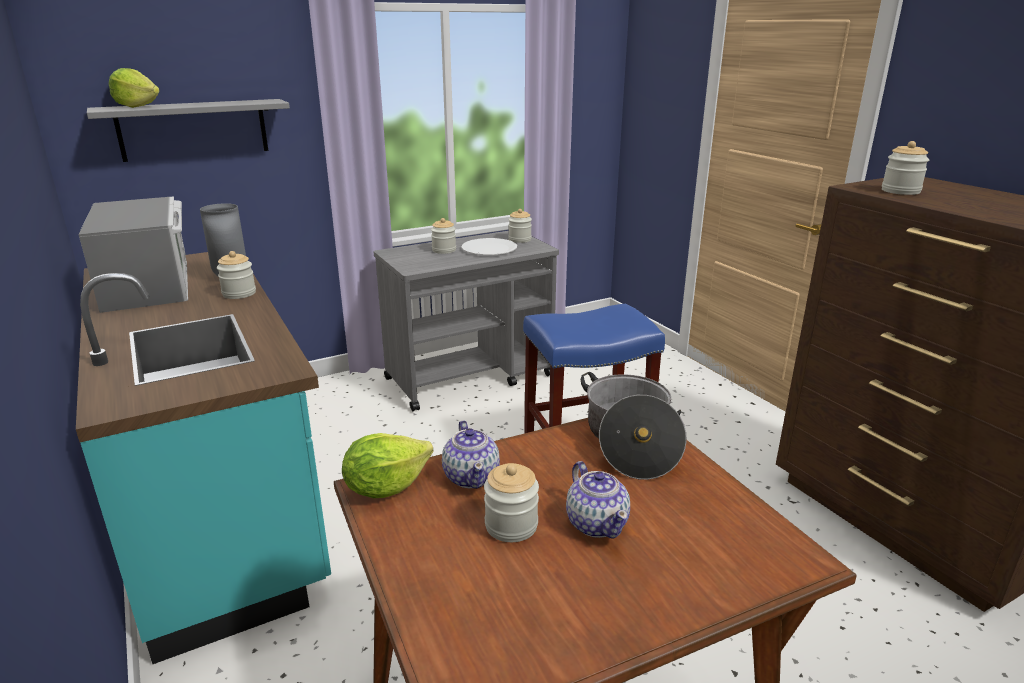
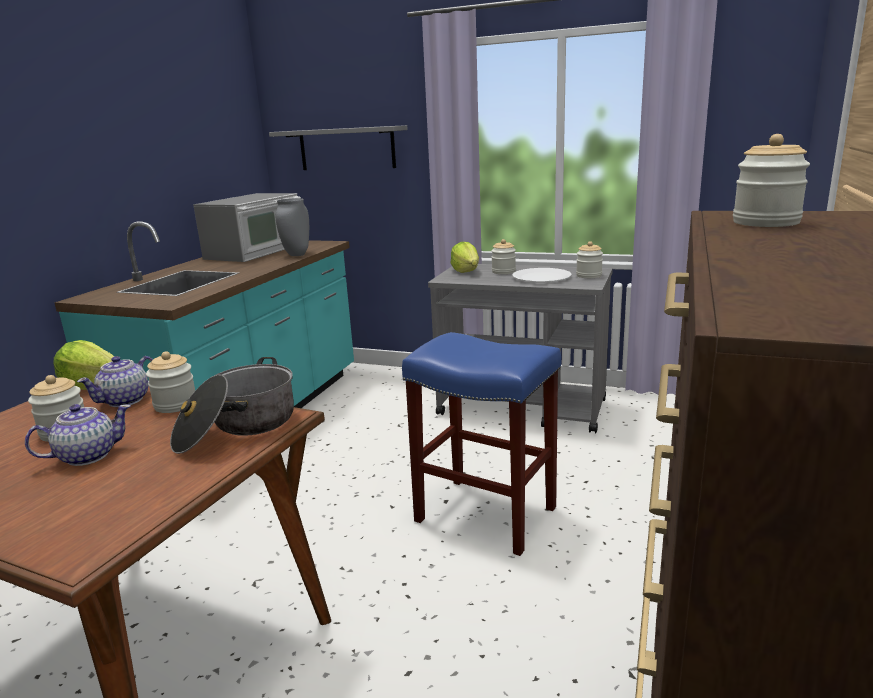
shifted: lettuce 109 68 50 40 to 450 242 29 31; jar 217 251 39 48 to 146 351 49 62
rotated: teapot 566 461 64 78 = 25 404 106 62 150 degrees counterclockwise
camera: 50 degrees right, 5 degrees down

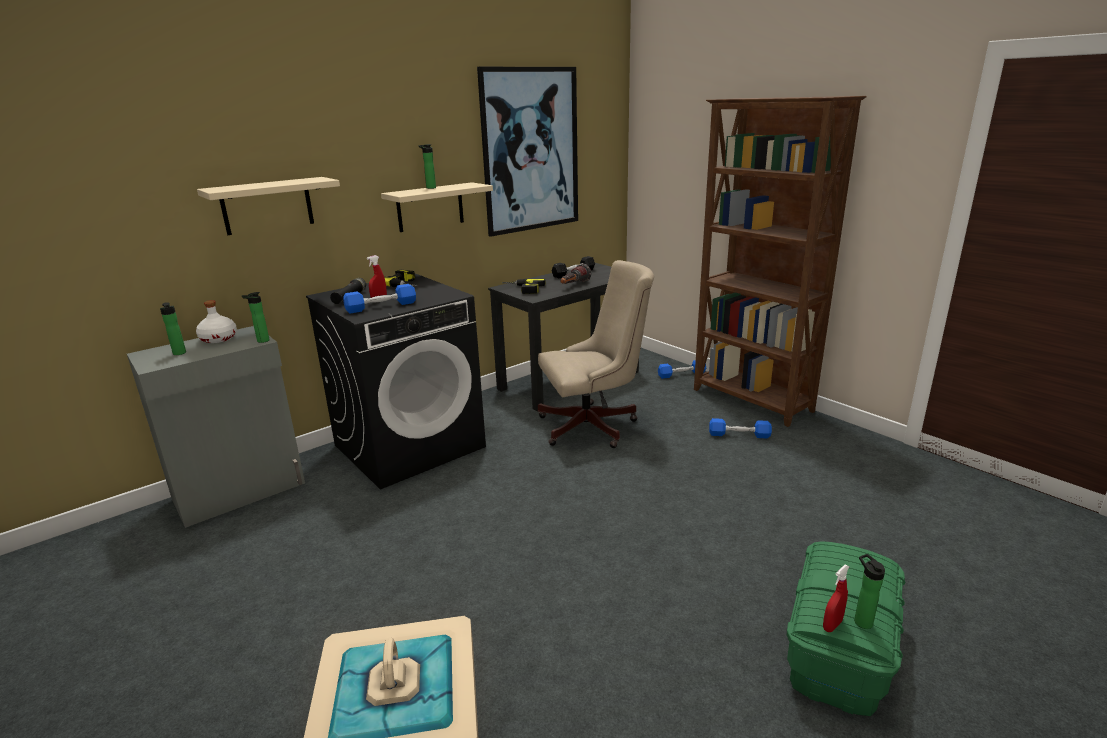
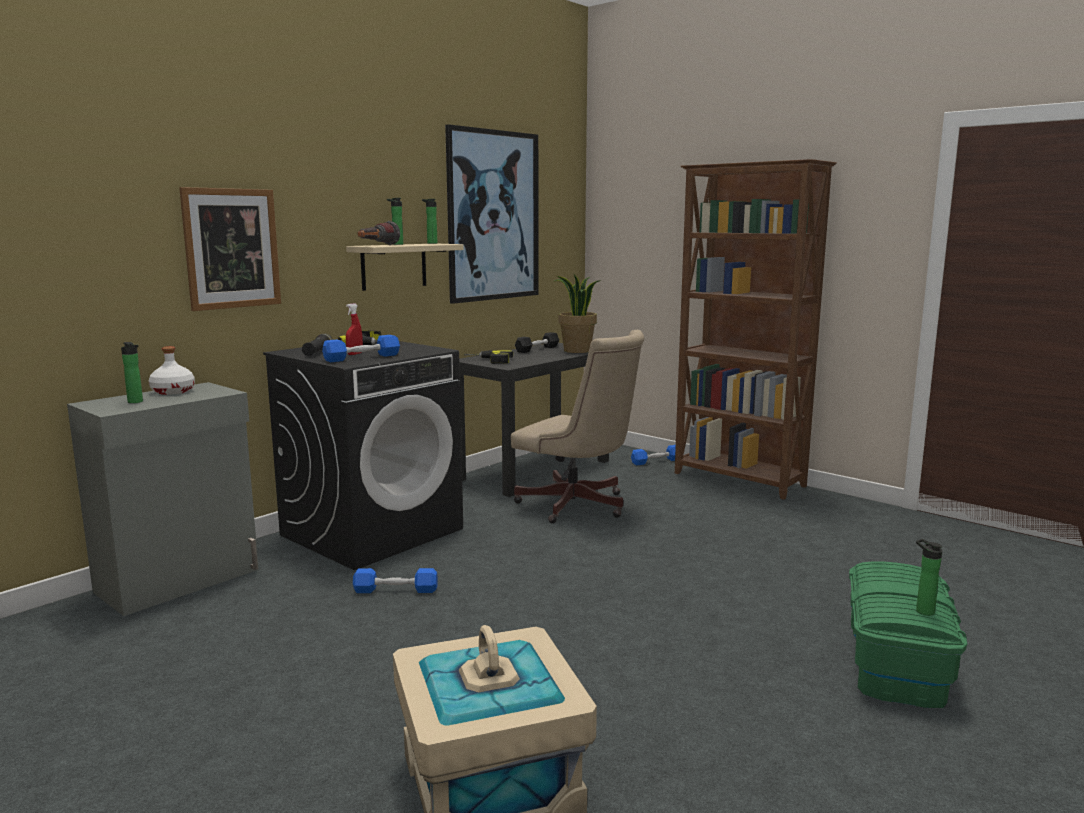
gone: spray bottle in red 823 564 27 68
new: potted plant 555 273 46 80
shifted: bottle 242 292 28 51 to 422 199 15 45; flashlight 560 264 32 20 to 358 221 42 24; dumbbell in blue 709 418 63 21 to 353 568 85 25
swapped: shelf in beige 197 177 143 58 to picture 179 187 102 124
rotated: office chair in beige 538 260 116 188 = 511 330 133 193 60 degrees clockwise
camera: 10 degrees left, 10 degrees down

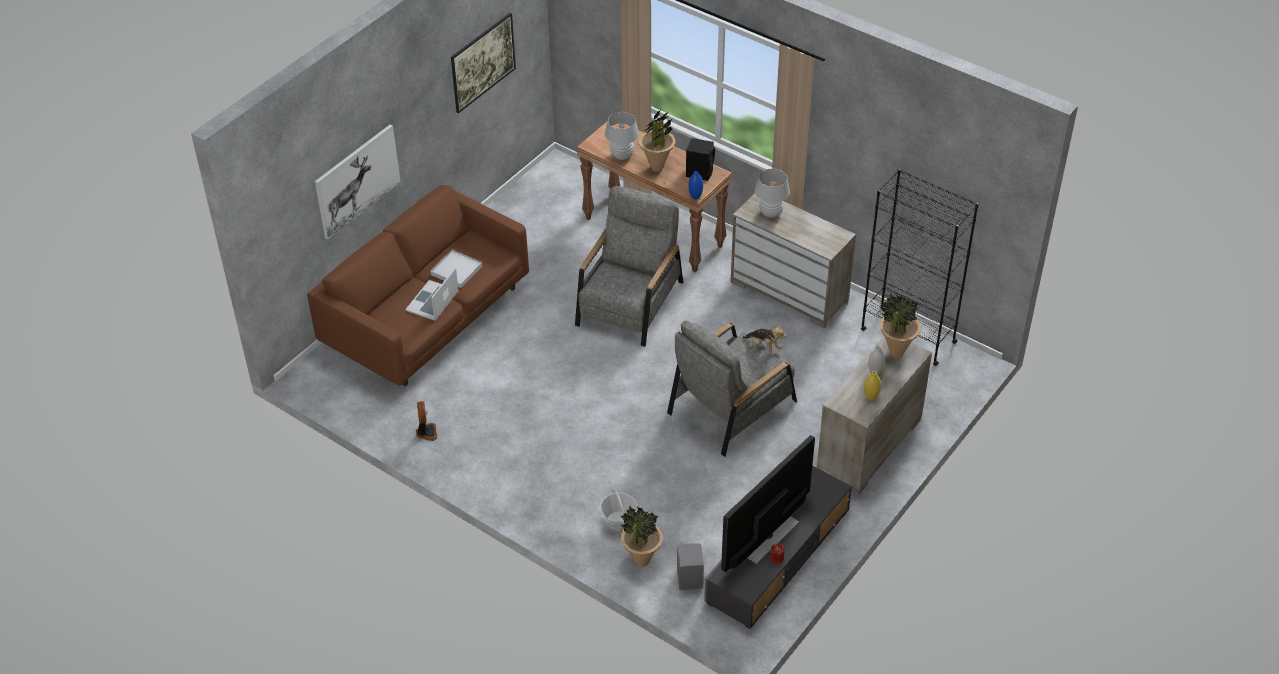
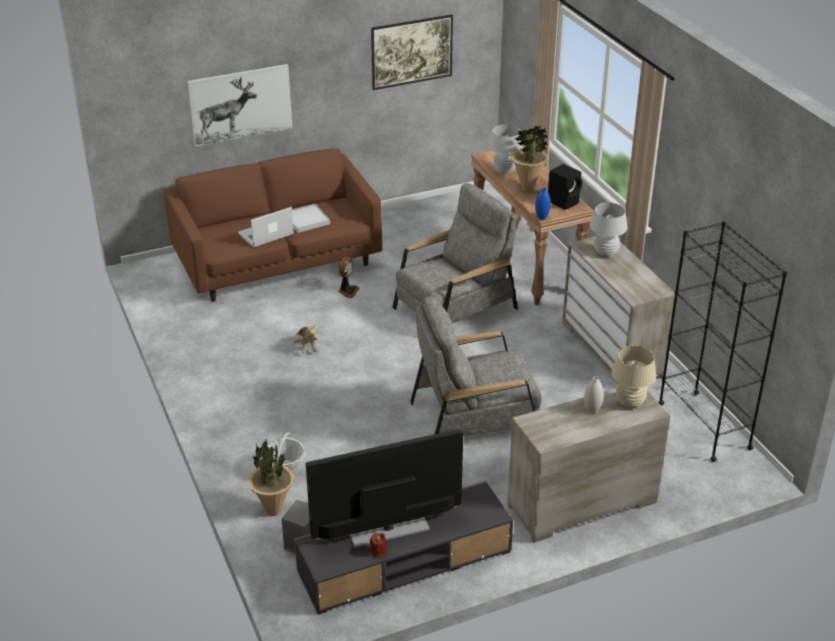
gone: vase in yellow 864 371 17 30
shifted: fan 416 401 21 40 to 338 257 22 41; plush toy 742 323 45 32 to 294 325 24 28
swapped: potted plant 880 294 41 64 to table lamp in beige 611 345 45 63
camera: 30 degrees right, 10 degrees down

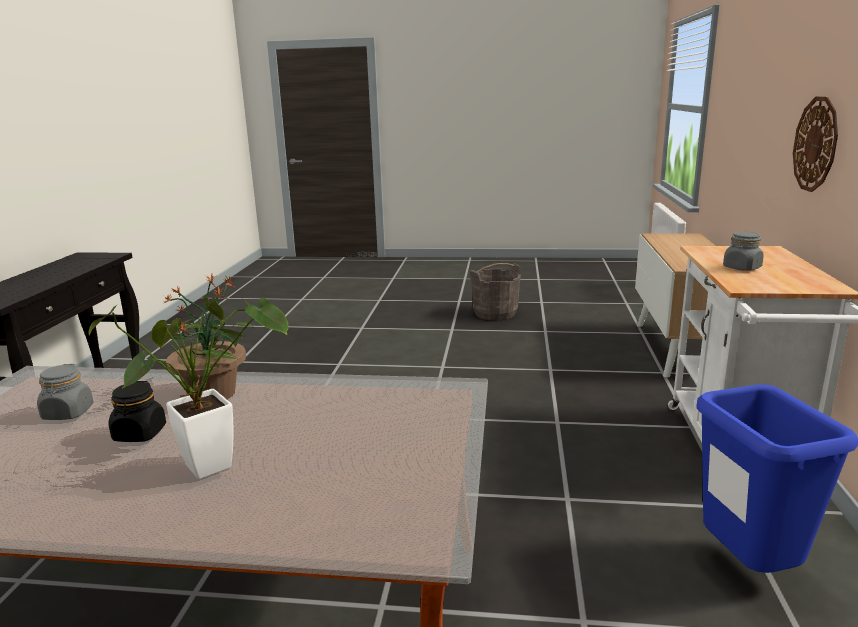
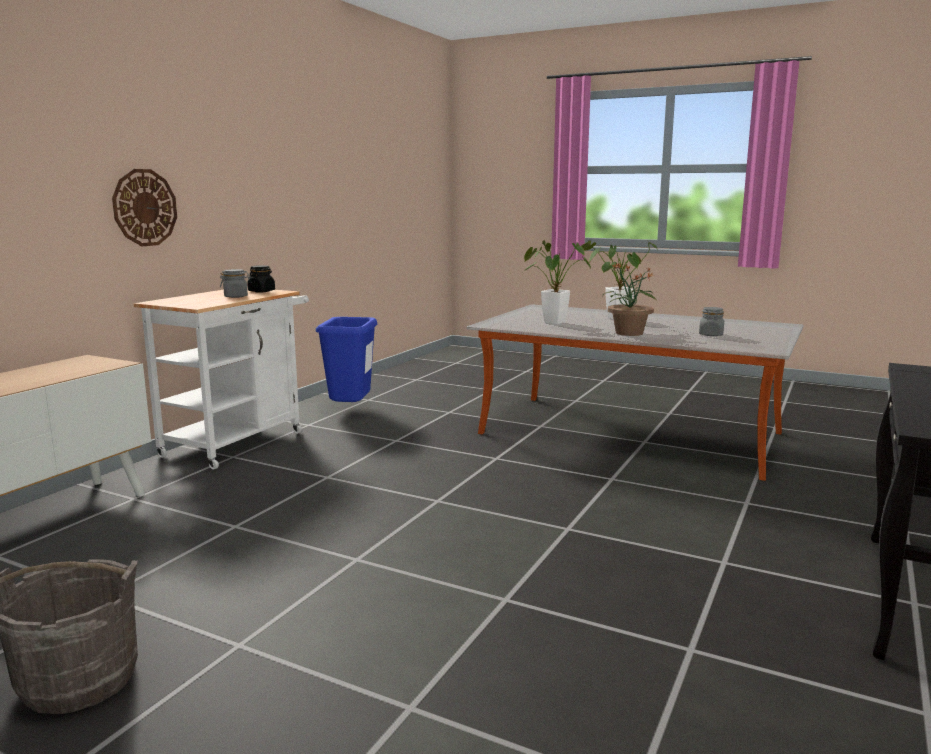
new: potted plant 523 240 68 84
shifted: jar in black 109 381 57 61 to 247 265 28 27
camera: 160 degrees left, 5 degrees down

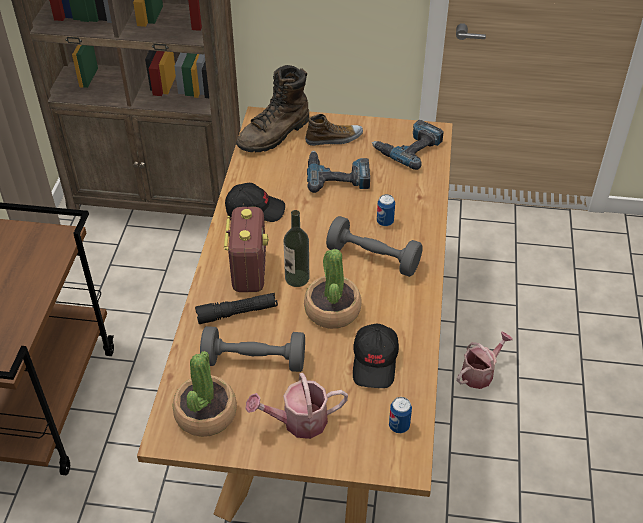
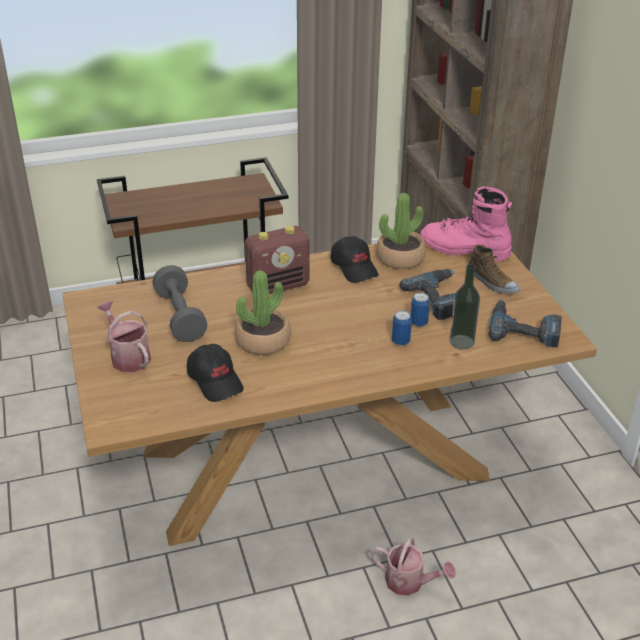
gone: flashlight in black 195 293 83 31; dumbbell in grey 326 216 97 61
shifted: potted plant 173 351 64 86 to 376 193 50 76; bottle 283 210 26 77 to 450 264 30 86; can 389 397 23 36 to 411 292 19 35
repainted: boot in brown 236 65 73 87 to boot in pink 420 186 92 75
rotated: cap in black 353 324 46 64 = 187 344 57 58 105 degrees counterclockwise
camera: 65 degrees right, 10 degrees down

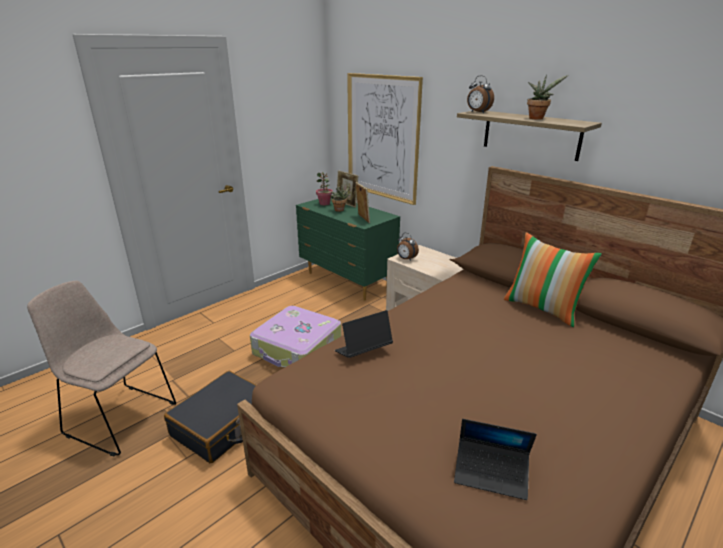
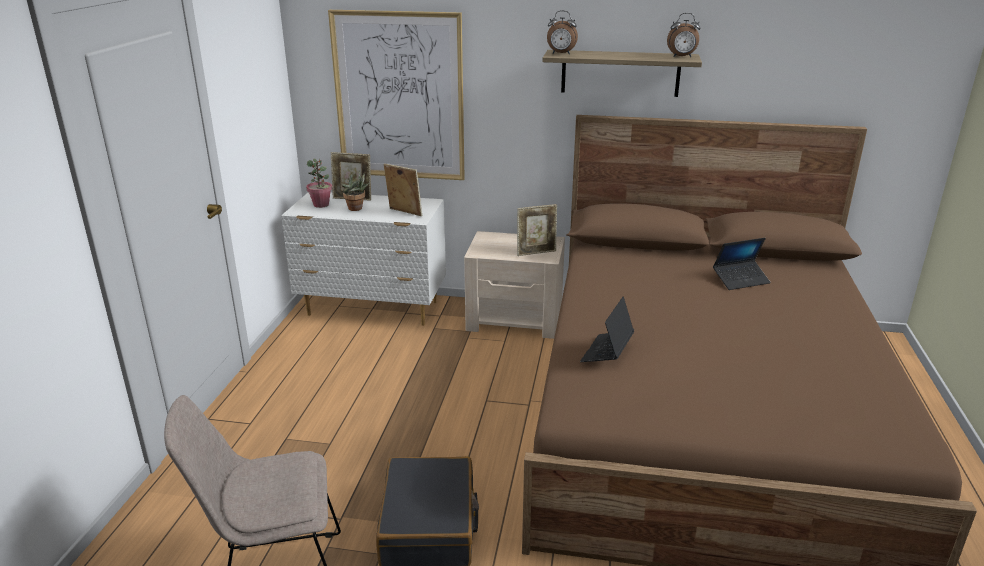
gone: suitcase 250 306 91 61; pillow 504 232 98 95; potted plant 527 75 41 45
new: picture frame 517 204 40 52
shifted: alarm clock 397 233 22 28 to 667 13 33 44; laptop 454 419 83 81 to 713 238 58 52
repainted: dresser in green 296 198 104 103 to dresser in white 281 192 165 134
camera: 35 degrees left, 0 degrees up

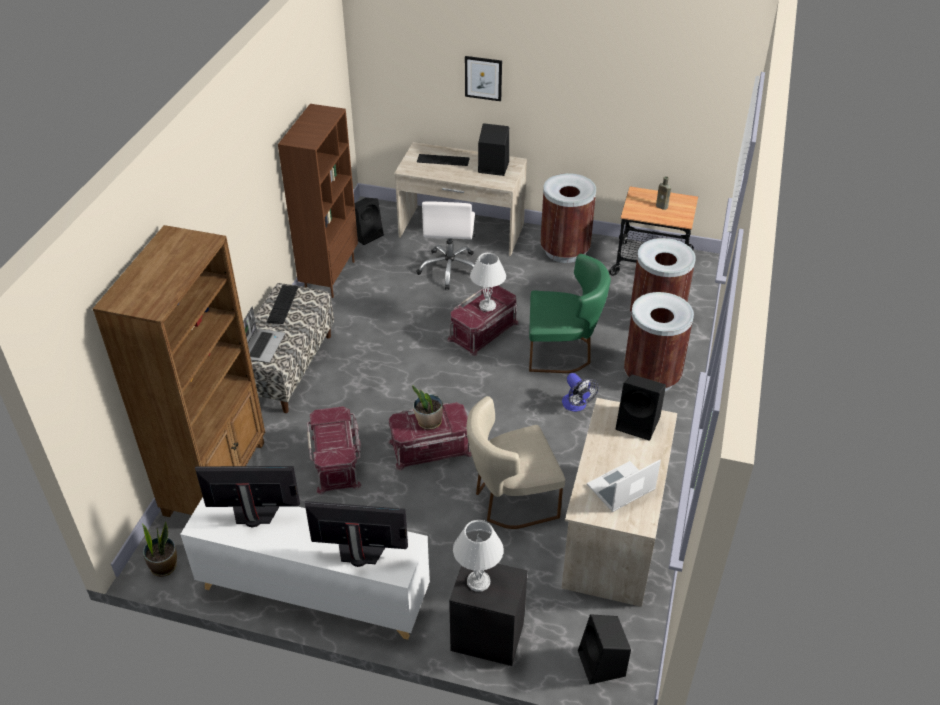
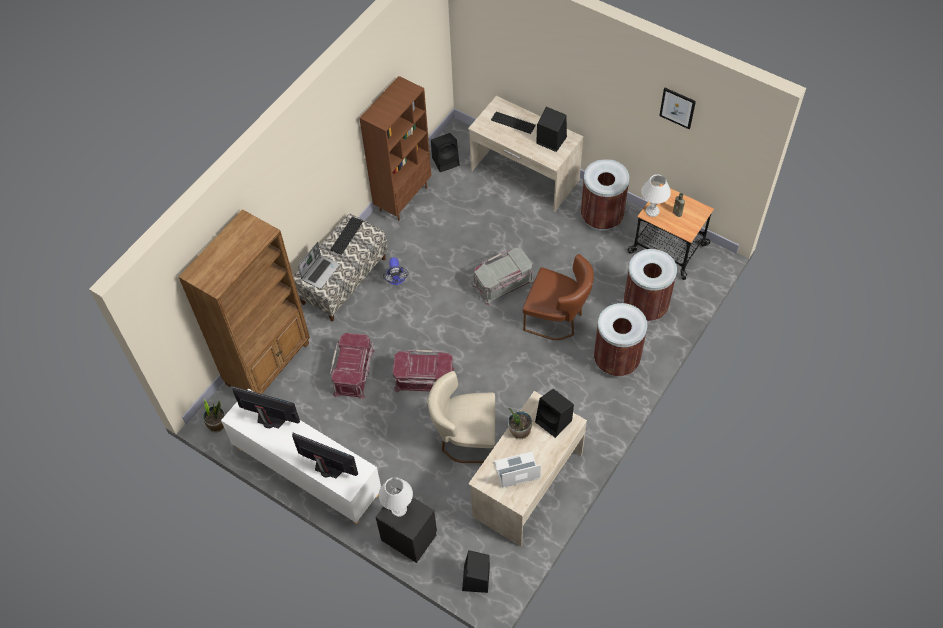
gone: office chair in white 416 201 60 89
shifted: potted plant 412 385 31 45 to 508 408 24 31; picture 465 56 37 45 to 659 88 37 41; table lamp in white 470 253 36 59 to 641 174 30 43; fan 562 373 37 39 to 383 257 25 28
repainted: storage box in red 448 285 70 71 to storage box in grey 472 248 62 57; chair in green 529 254 82 119 to chair in brown 523 254 71 86
camera: 20 degrees right, 15 degrees up

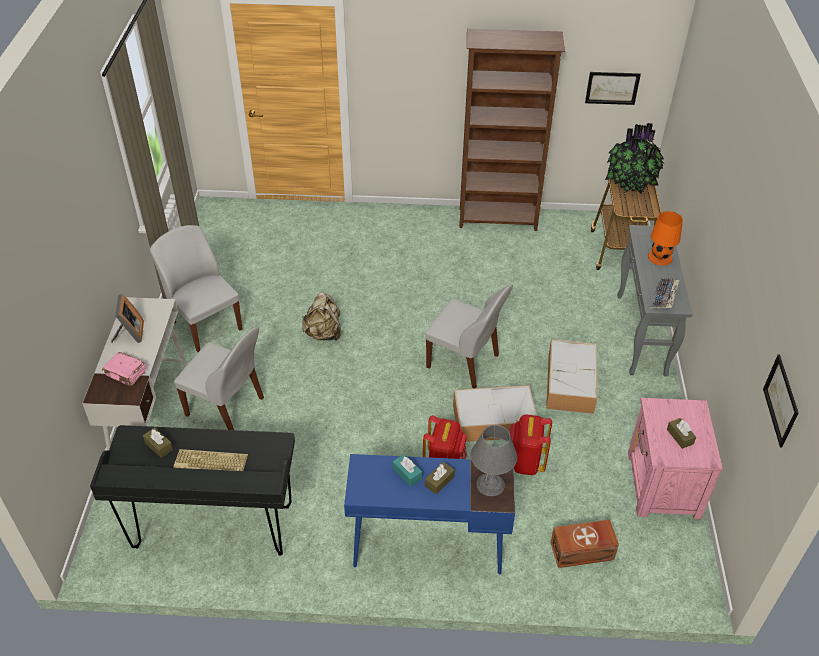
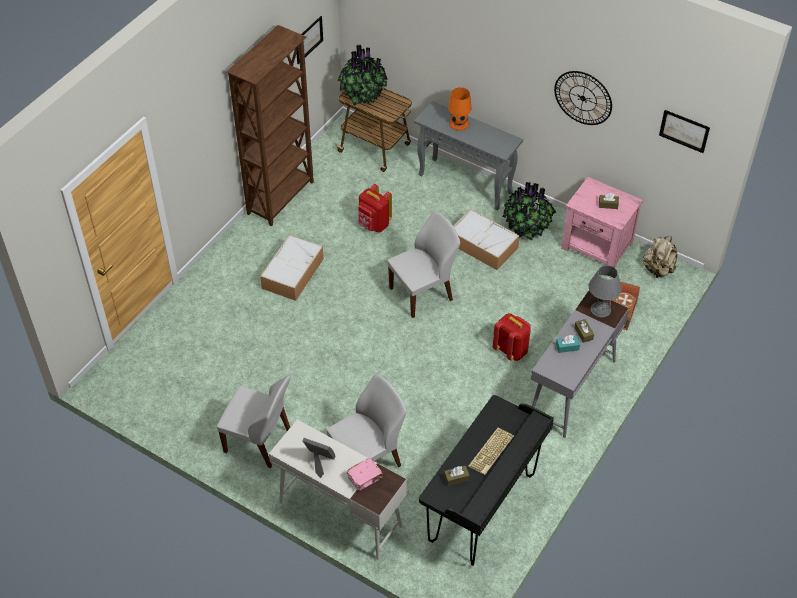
gone: keyboard 650 278 30 31
new: potted plant 503 182 53 59; wall clock 554 71 58 54
shifted: backpack in beige 302 293 39 48 to 643 236 34 42; storage box 453 385 84 57 to 260 235 64 66; backpack in red 510 414 42 61 to 358 184 34 48
repainted: desk in blue 344 454 171 120 to desk in grey 531 291 98 147
rotated: chair in white 150 225 93 127 = 217 375 73 93 150 degrees counterclockwise
camera: 60 degrees left, 5 degrees up

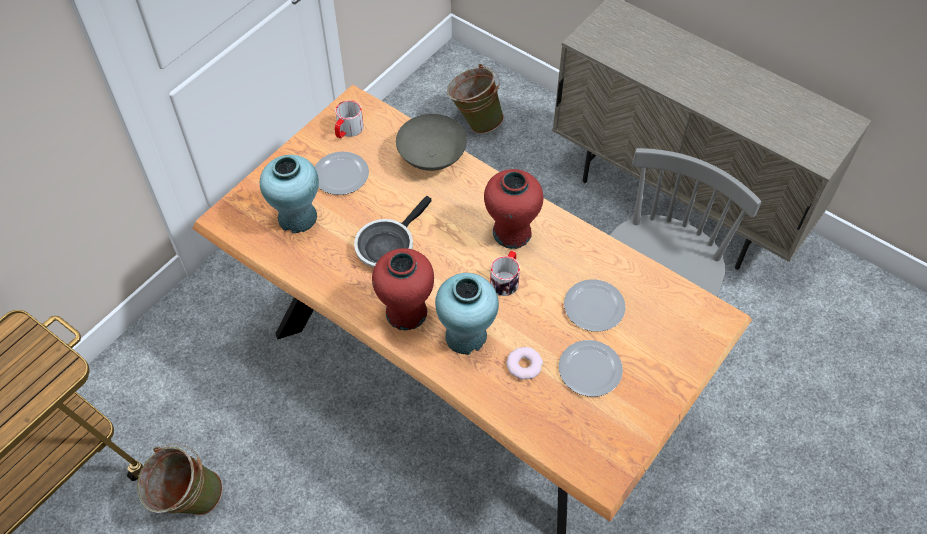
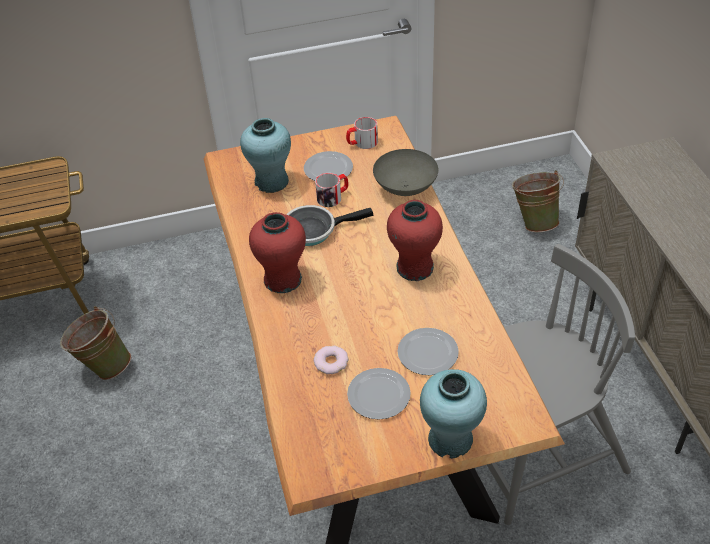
shifted: vase in turquoise 435 273 64 82 to 420 369 67 90; mug 490 251 30 45 to 315 173 34 34
camera: 40 degrees right, 10 degrees down

